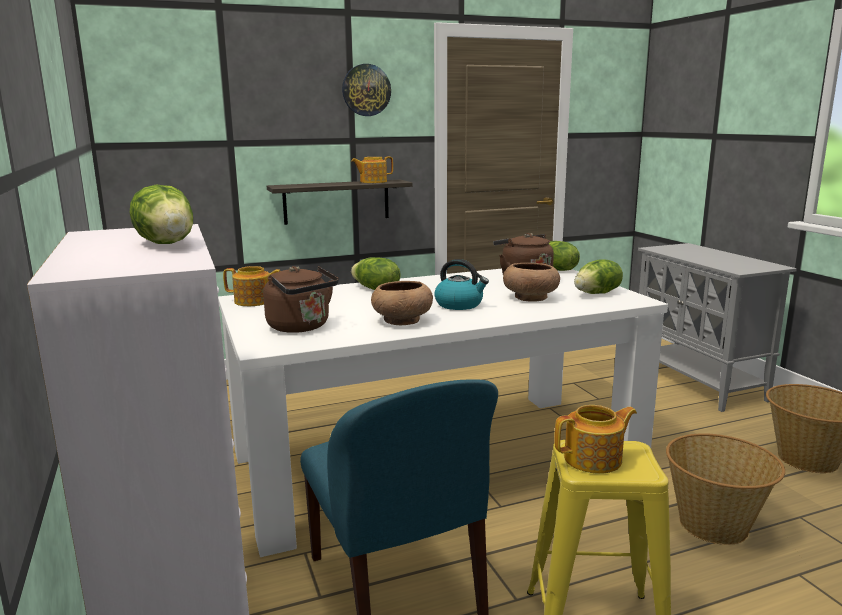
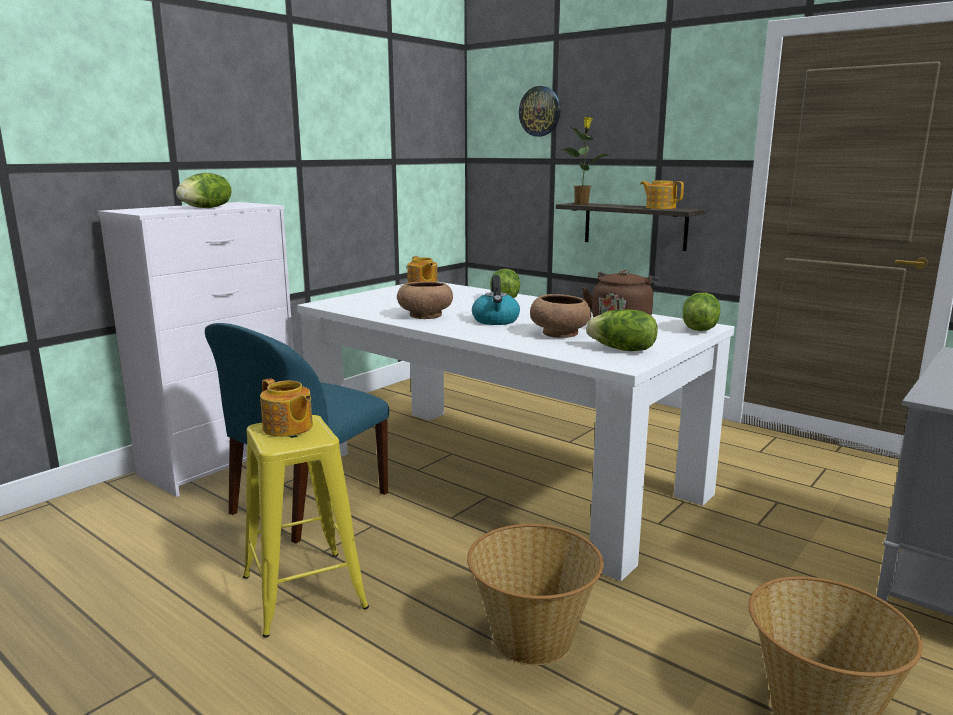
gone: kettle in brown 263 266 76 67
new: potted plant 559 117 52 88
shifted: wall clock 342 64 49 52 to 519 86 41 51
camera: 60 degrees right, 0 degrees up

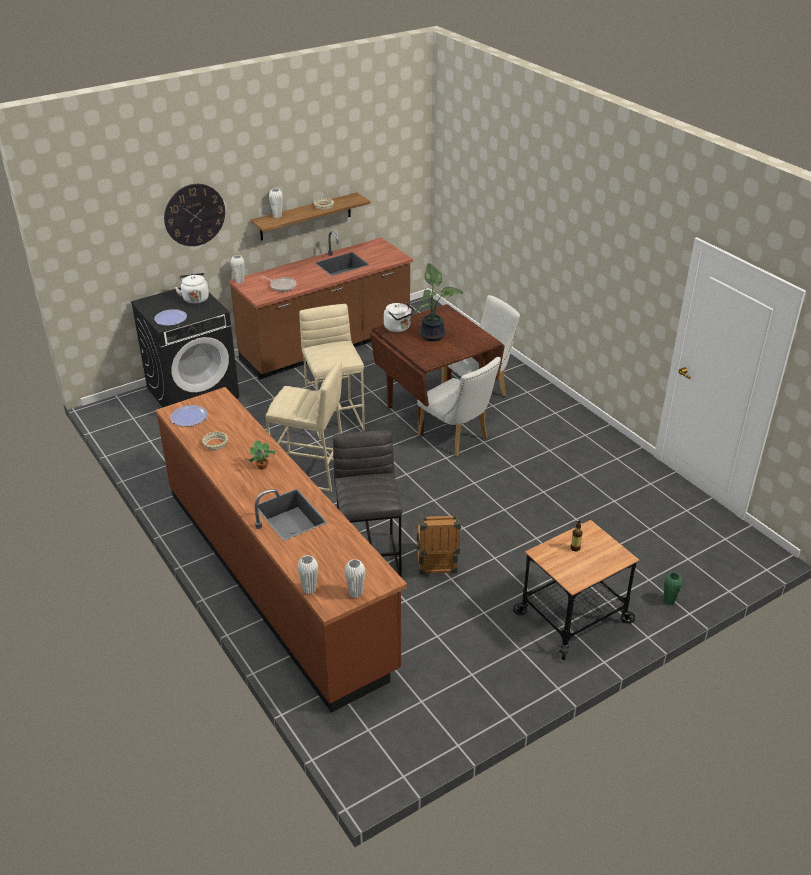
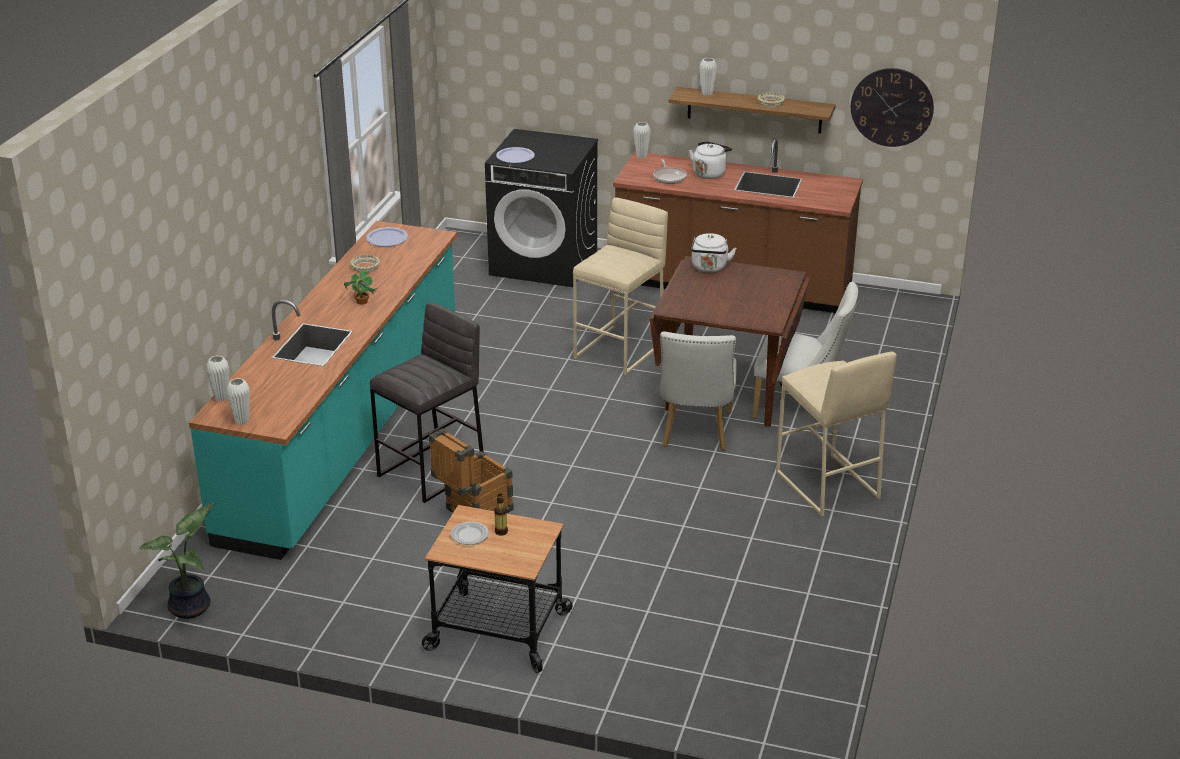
gone: vase in green 664 573 18 32
new: plate 451 521 38 24
shifted: wall clock 164 184 61 62 to 851 68 83 79; kettle in white 175 273 34 31 to 689 141 43 38; stool in beige 266 361 76 131 to 776 351 121 165; potted plant 414 263 49 78 to 139 502 77 117
repainted: counter in brown 156 387 251 326 to counter in turquoise 189 221 268 339
camera: 50 degrees right, 5 degrees down

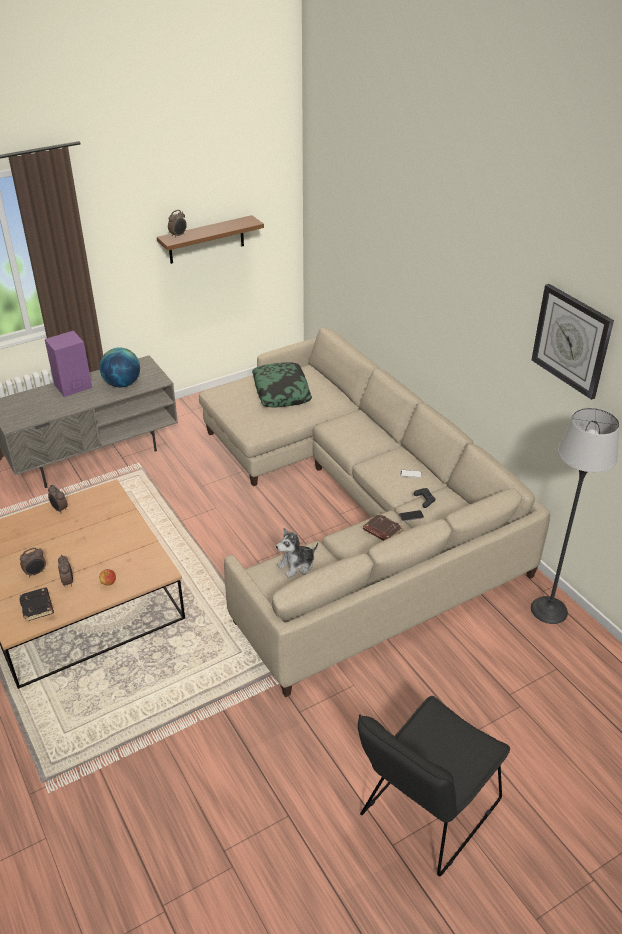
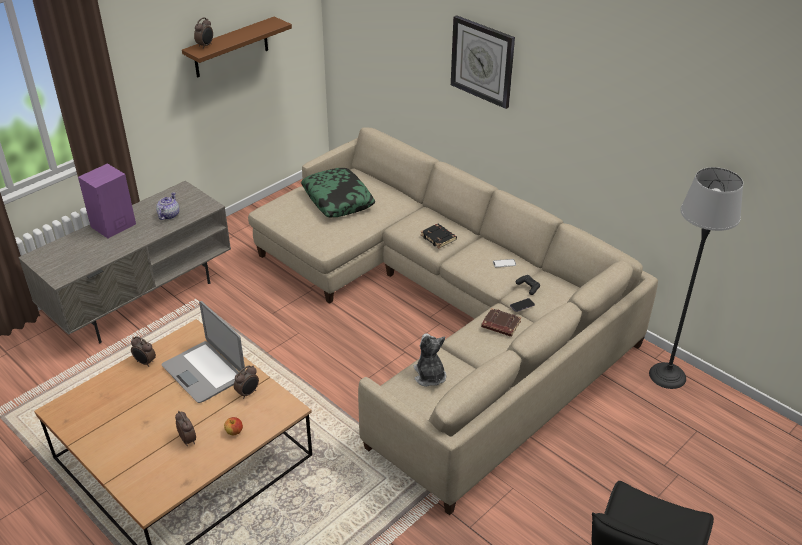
new: laptop 162 301 83 102
shifted: book in black 19 587 35 35 to 421 224 36 24; alarm clock 20 548 26 30 to 234 365 25 34; wall clock 532 284 82 116 to 451 15 64 94
swapped: globe 100 347 40 40 to teapot 156 192 23 28
rotated: plush toy 276 528 42 50 = 414 333 32 54 120 degrees clockwise
camera: 15 degrees left, 0 degrees up

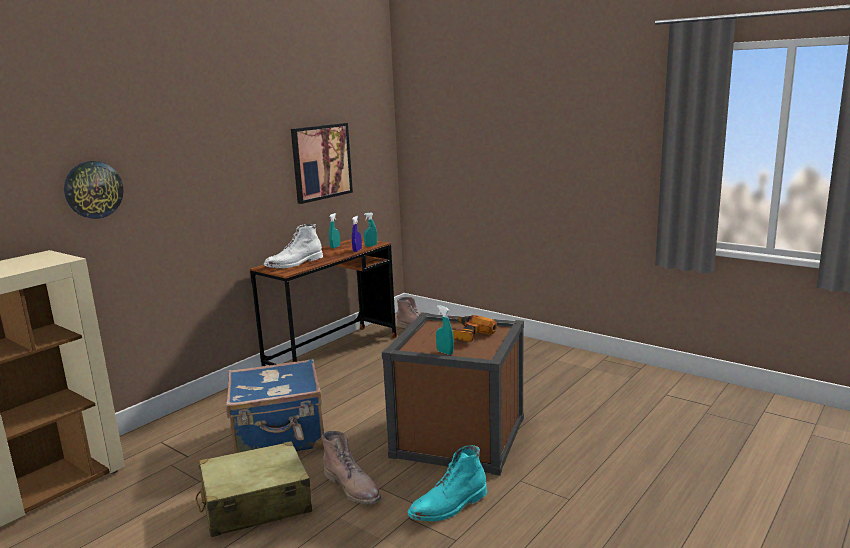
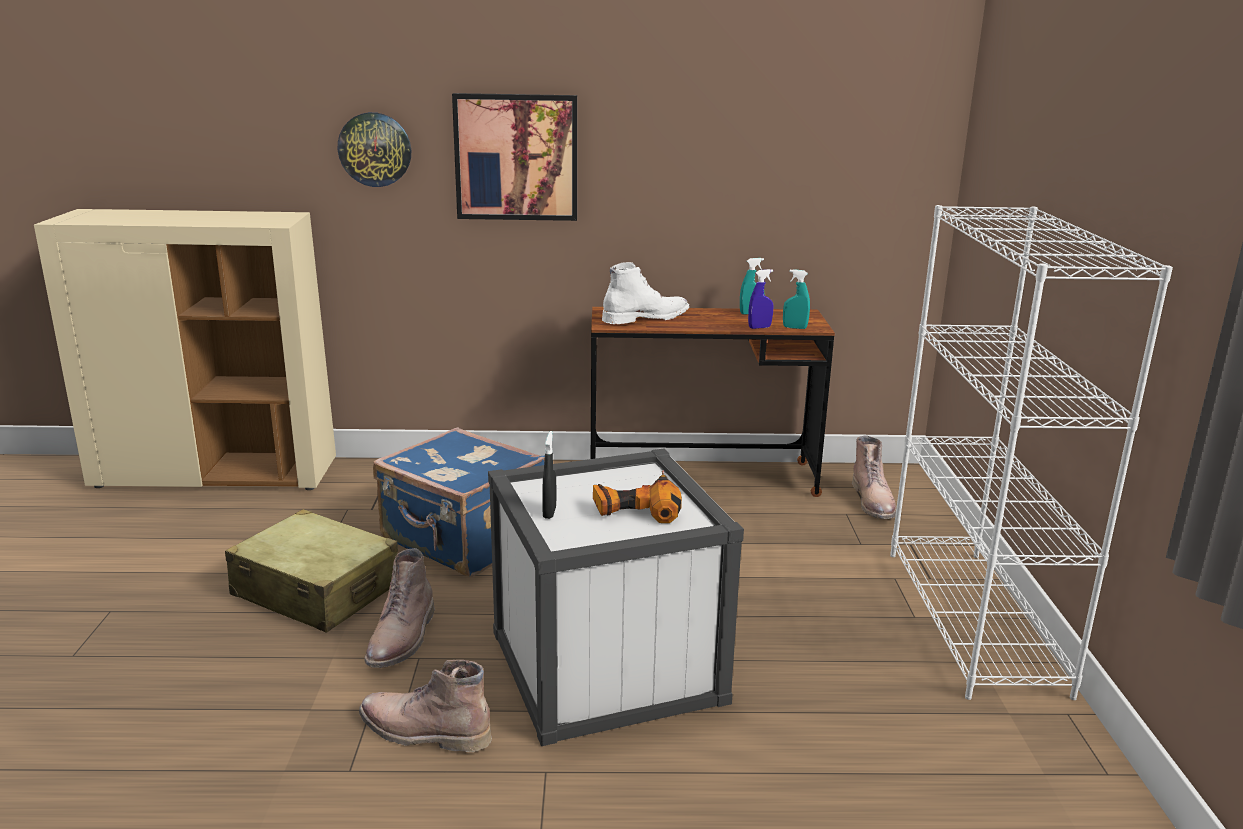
new: bookcase in white 890 205 283 495
shifted: picture 291 123 62 81 to 452 93 125 128
repainted: storage box in brown 382 313 142 163 to storage box in white 488 449 256 297; boot in turquoise 408 445 79 76 to boot in brown 359 660 133 92; spray bottle in turquoise 436 305 18 50 to spray bottle in black 542 431 14 88
rotated: boot in white 264 224 59 44 = 602 262 87 62 135 degrees clockwise
camera: 50 degrees right, 5 degrees up

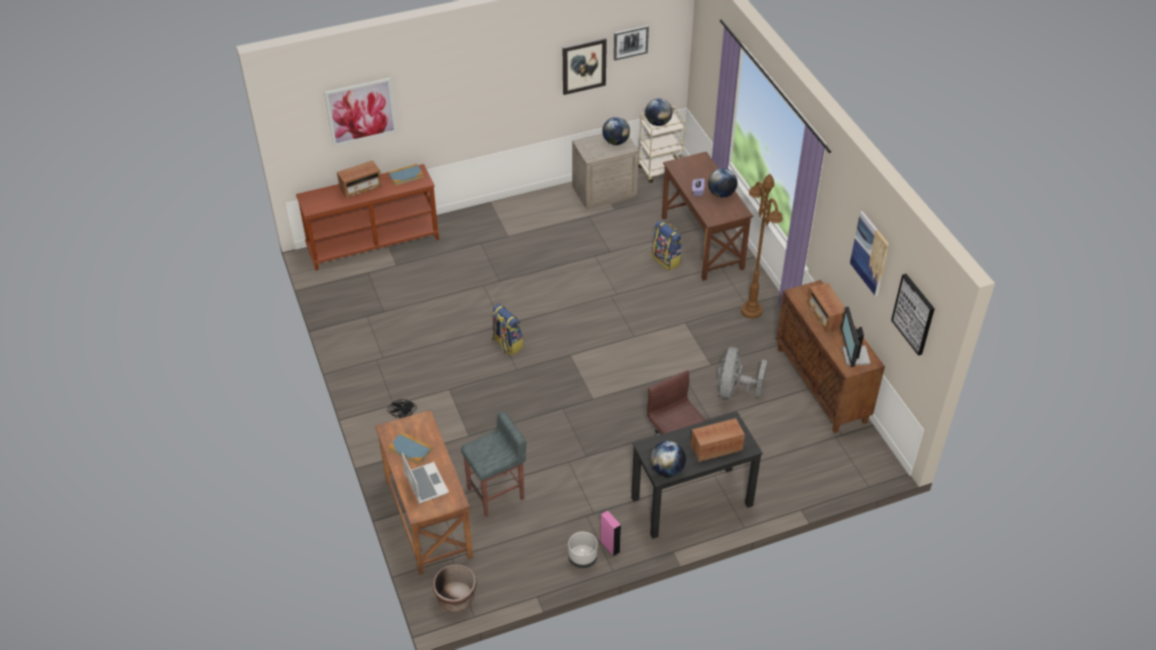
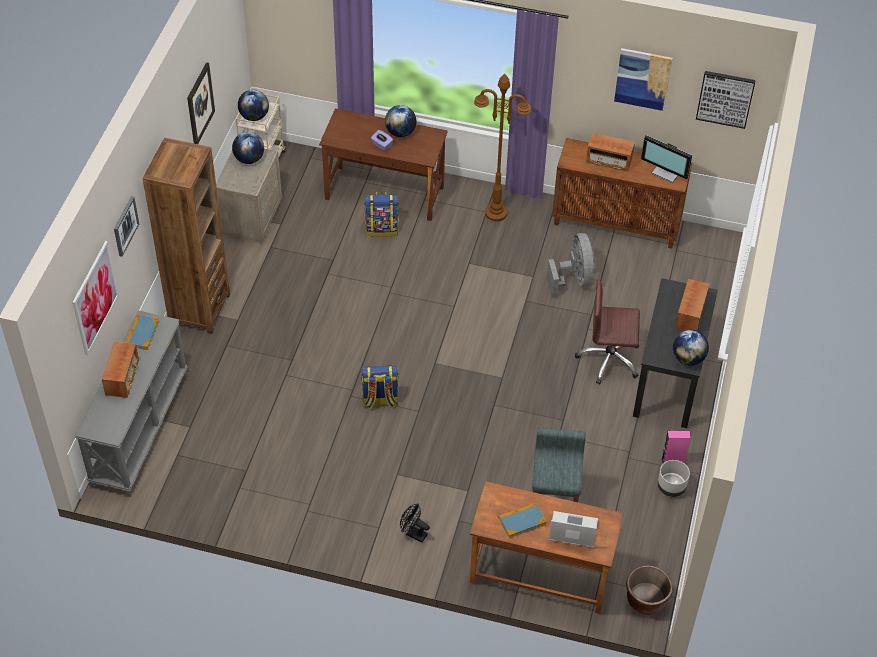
new: bookcase in brown 142 138 88 196
shifted: picture 614 25 35 36 to 114 196 25 61
repainted: console table in brown 296 164 143 106 to console table in grey 75 311 112 186
rotated: fan in grey 718 347 49 52 = 547 233 49 65 150 degrees counterclockwise
camera: 55 degrees left, 5 degrees up

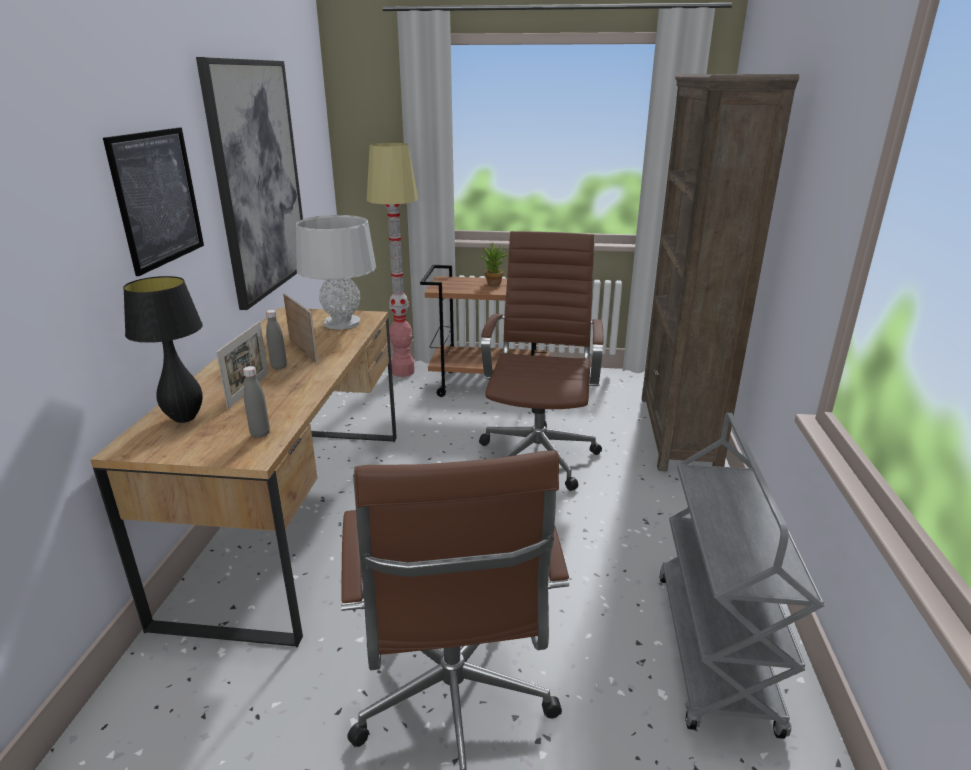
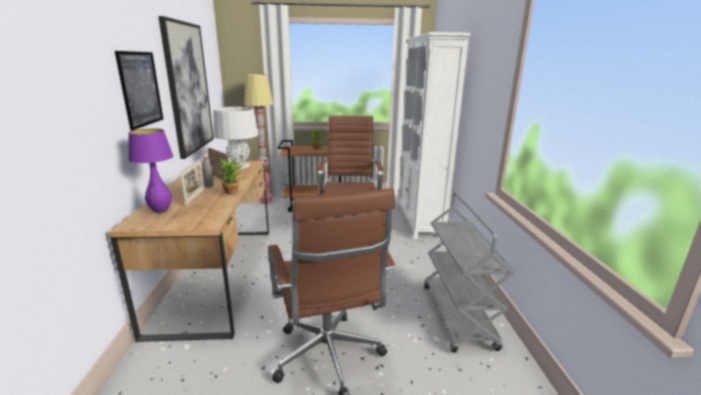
gone: bottle in grey 243 366 27 72
new: potted plant 217 158 28 36
repainted: table lamp in black 123 276 80 147 to table lamp in purple 128 128 45 85; bookcase in brown 642 74 157 397 to bookcase in white 398 32 72 207
camera: 10 degrees left, 5 degrees down

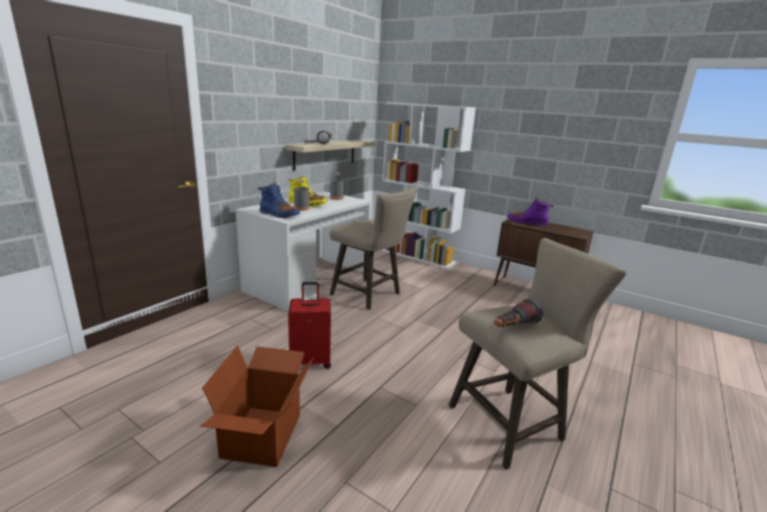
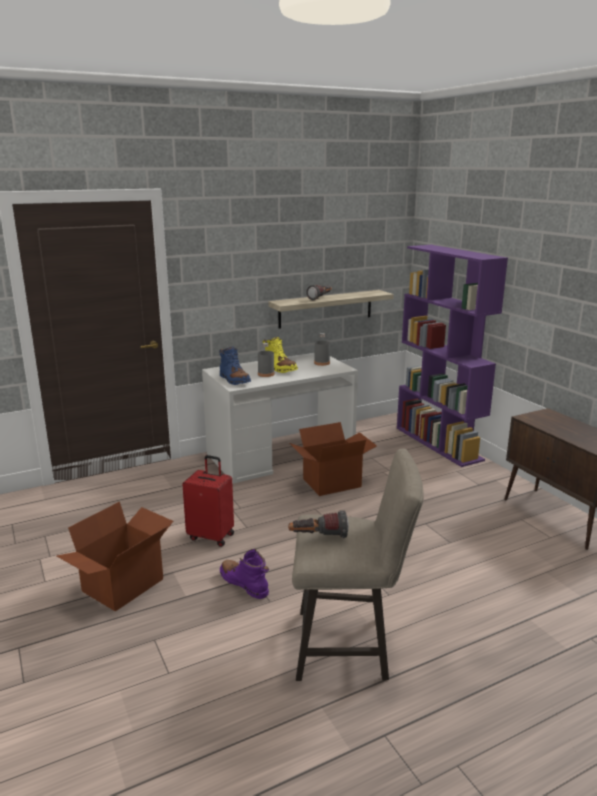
shifted: boot in purple 507 198 46 28 to 220 549 49 50
swapped: stool in beige 330 187 88 123 to cardboard box 289 422 88 74
repainted: bookcase in white 380 102 96 167 to bookcase in purple 397 245 111 222
camera: 30 degrees right, 0 degrees up

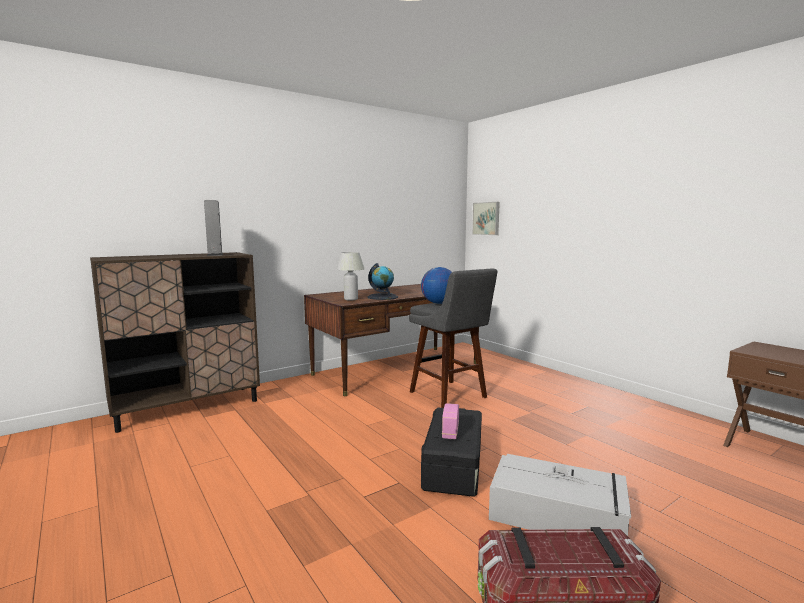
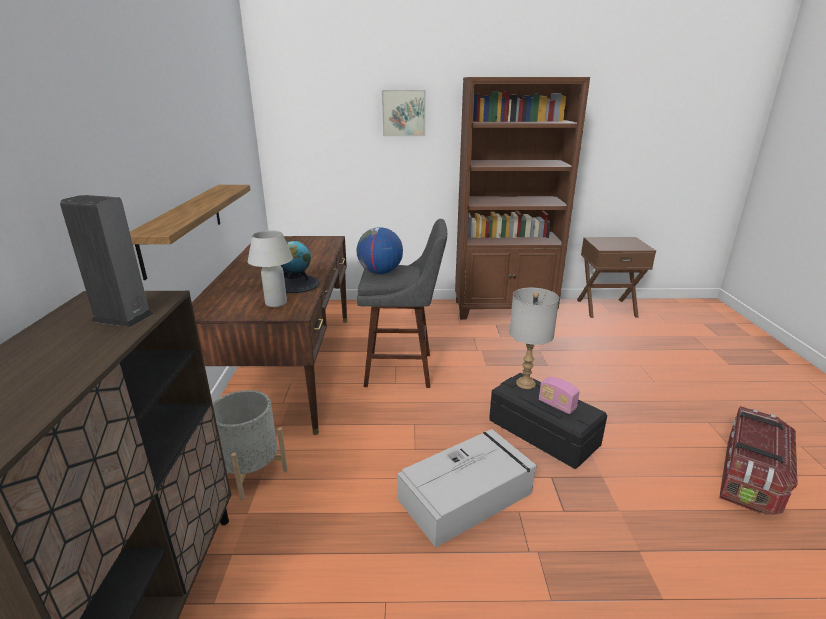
new: shelf 130 185 120 95; planter in grey 213 390 75 110; bookcase in brown 455 77 135 243; table lamp in grey 509 288 50 101
shifted: picture 472 202 28 33 to 382 90 44 46; storage box in grey 489 454 142 82 to 397 429 140 119
camera: 55 degrees left, 15 degrees up

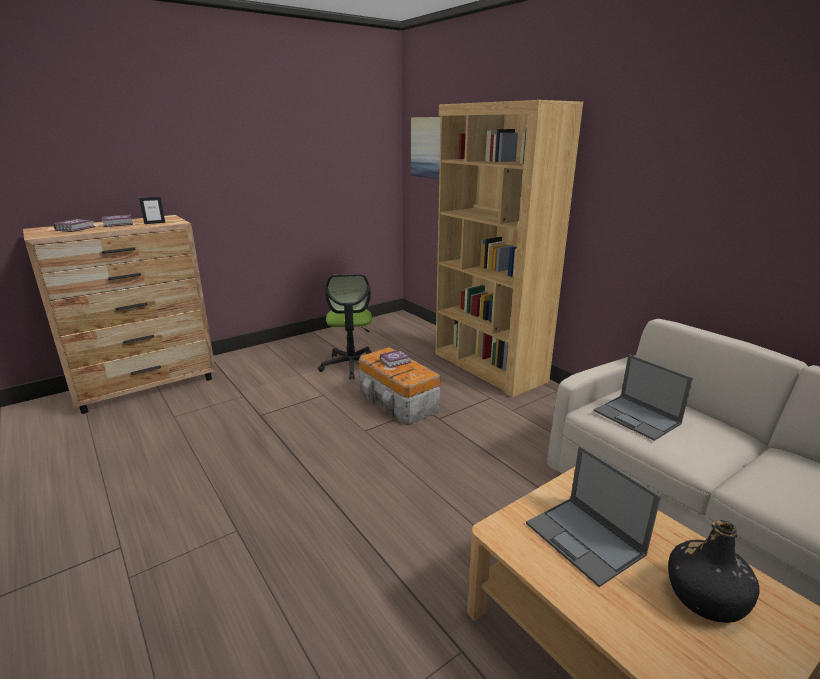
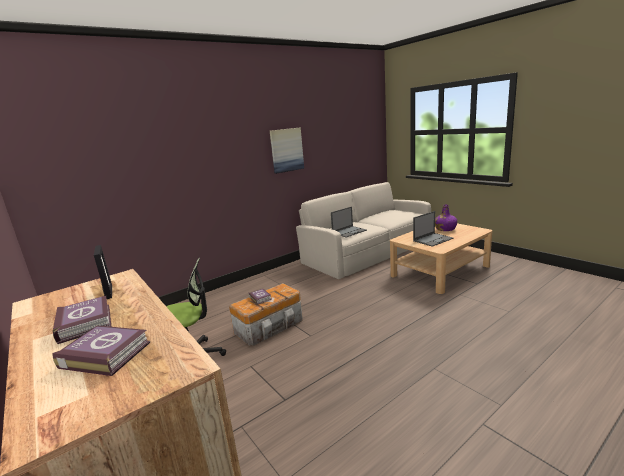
gone: bookcase in brown 435 100 148 297
shifted: picture 411 117 30 62 to 270 127 34 47
repainted: bottle in black 668 520 91 103 to bottle in purple 435 204 22 27
camera: 90 degrees left, 5 degrees down

